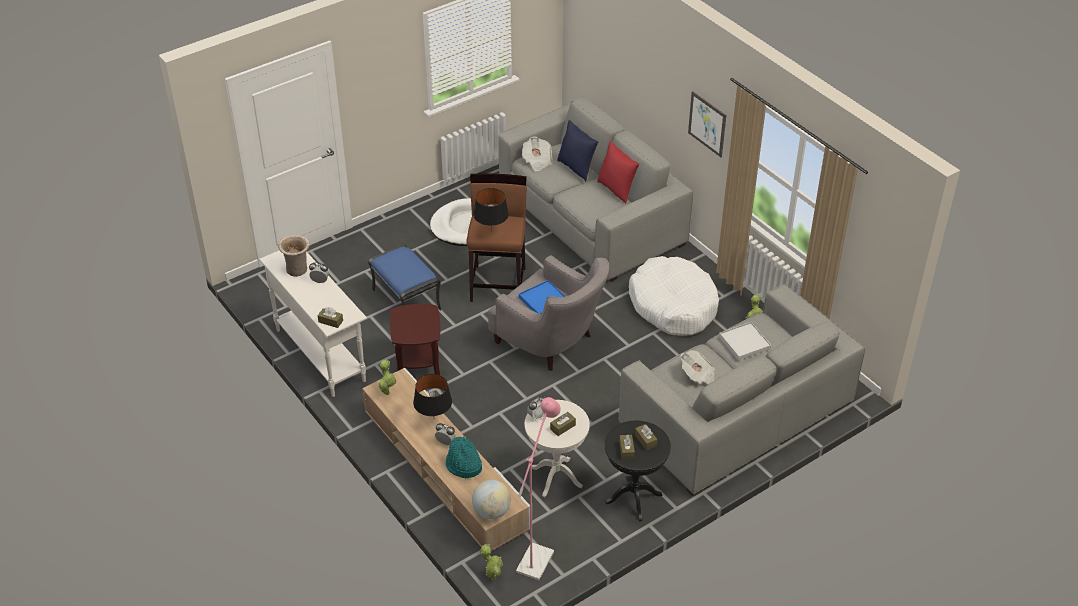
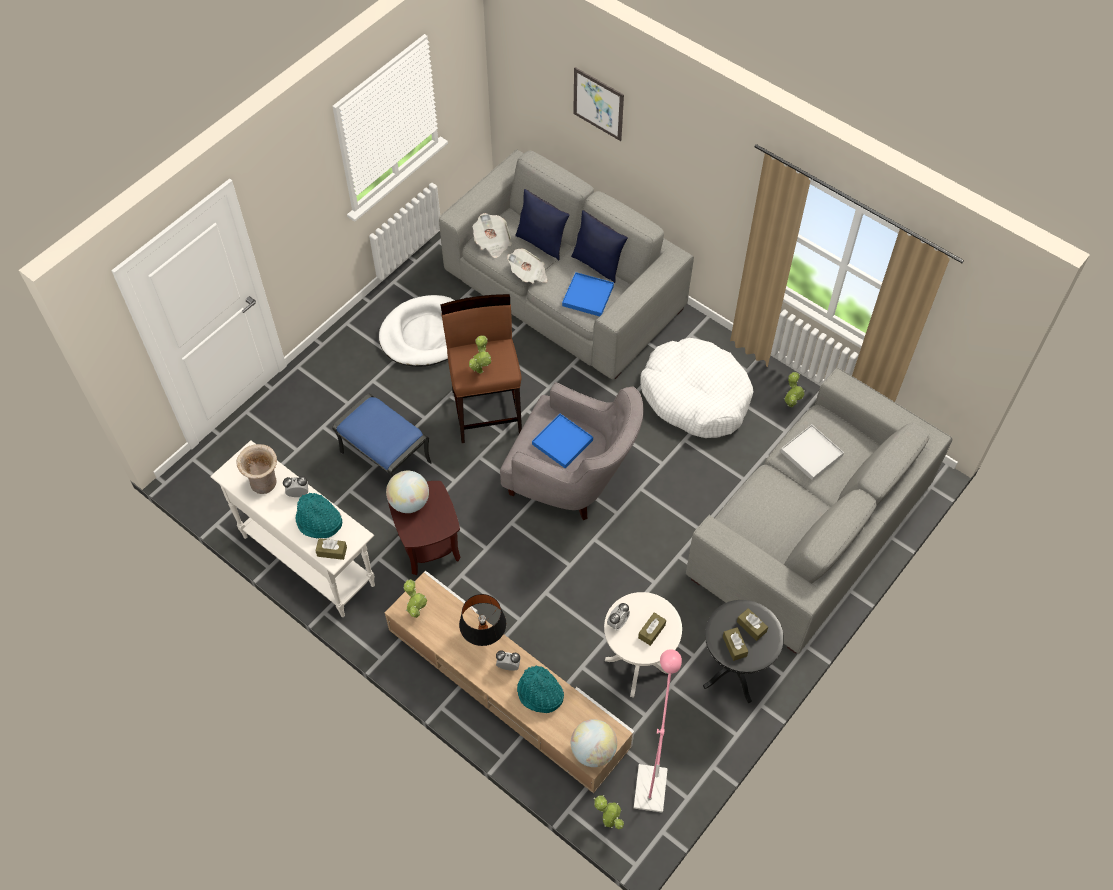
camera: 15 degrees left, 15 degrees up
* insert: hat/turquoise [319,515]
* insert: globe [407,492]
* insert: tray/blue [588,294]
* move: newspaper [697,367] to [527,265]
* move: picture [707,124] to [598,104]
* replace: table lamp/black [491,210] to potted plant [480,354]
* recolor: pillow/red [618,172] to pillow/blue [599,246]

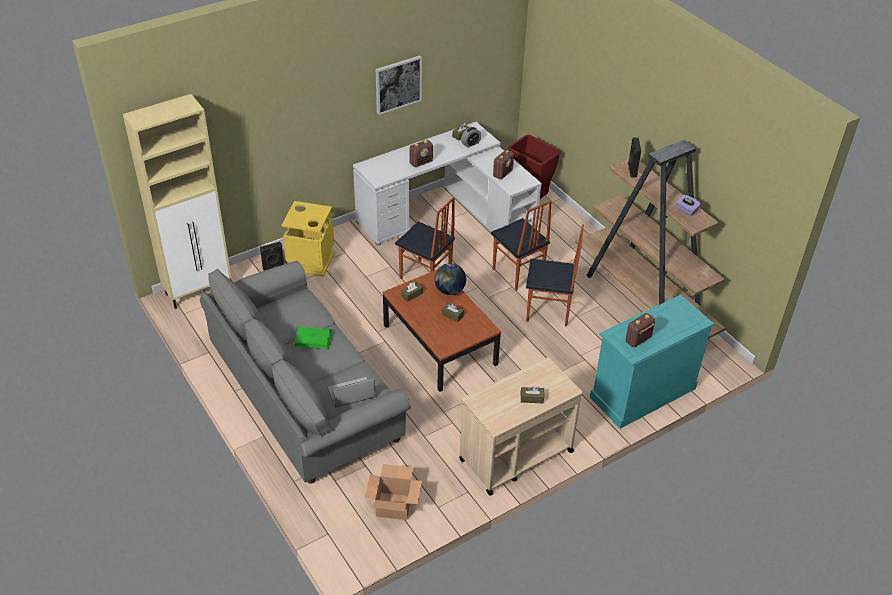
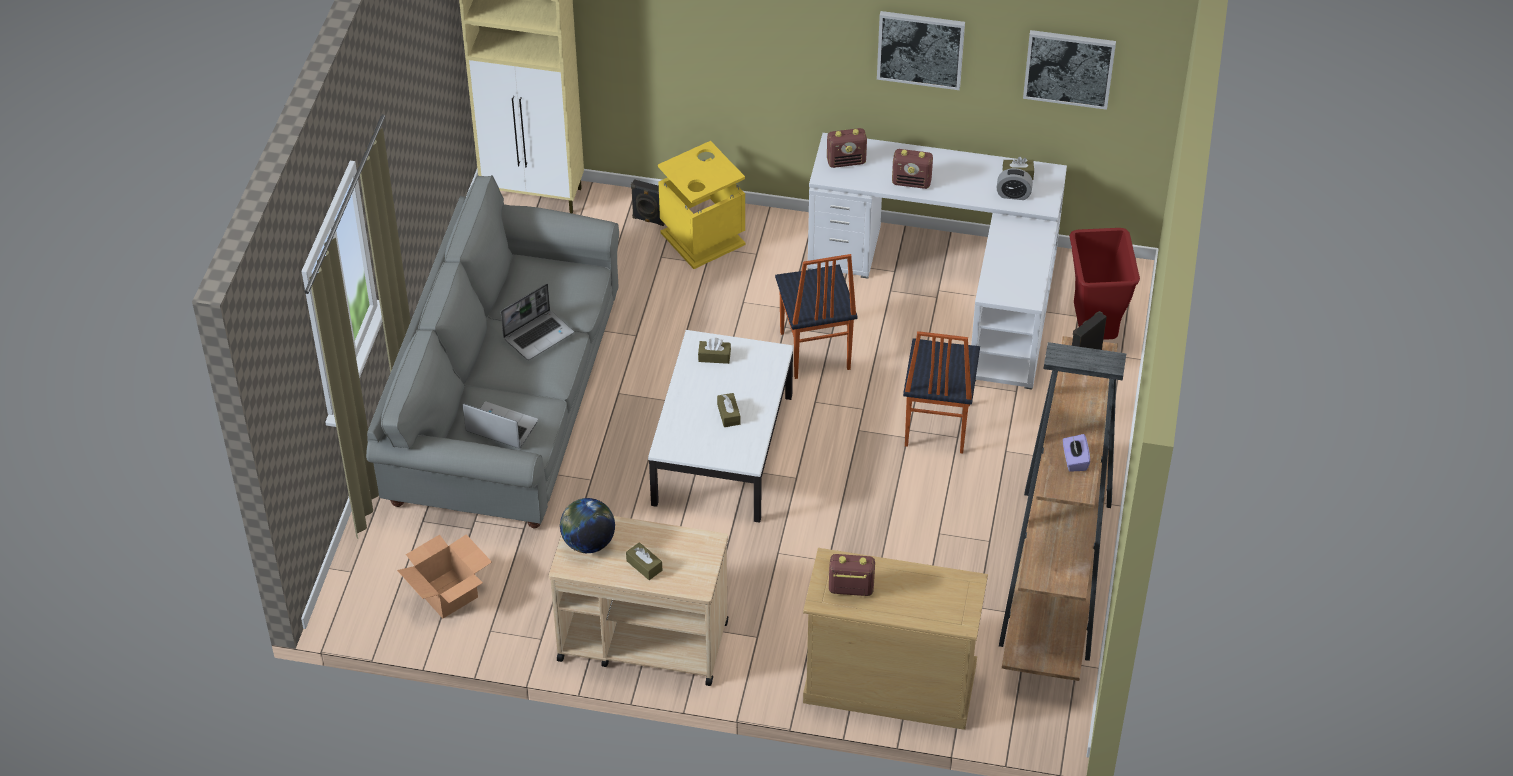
camera: 45 degrees right, 5 degrees up
* delete: chair [555,275]
* insert: picture [1069,70]
* move: globe [450,279] to [587,525]
* move: radio [503,164] to [847,148]
* replace: book/green [312,338] to laptop [537,322]
* recolor: coffee table/brown [441,330] to coffee table/white [721,426]
* recolor: dresser/turquoise [652,362] to dresser/beige [895,639]

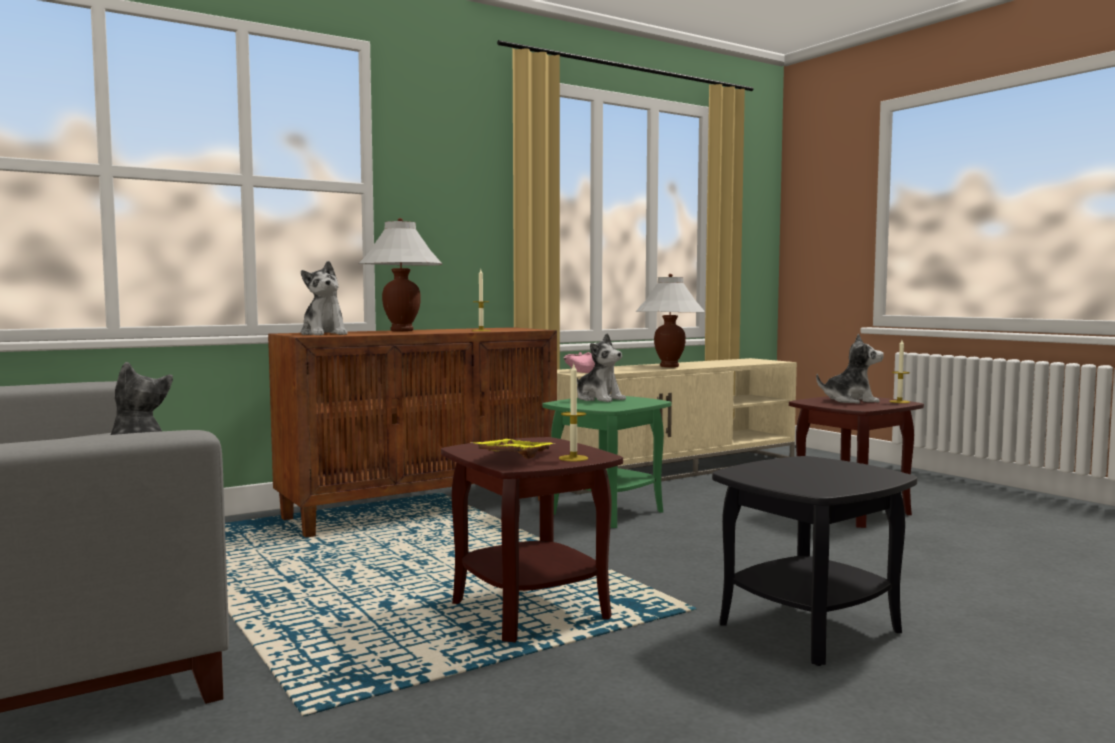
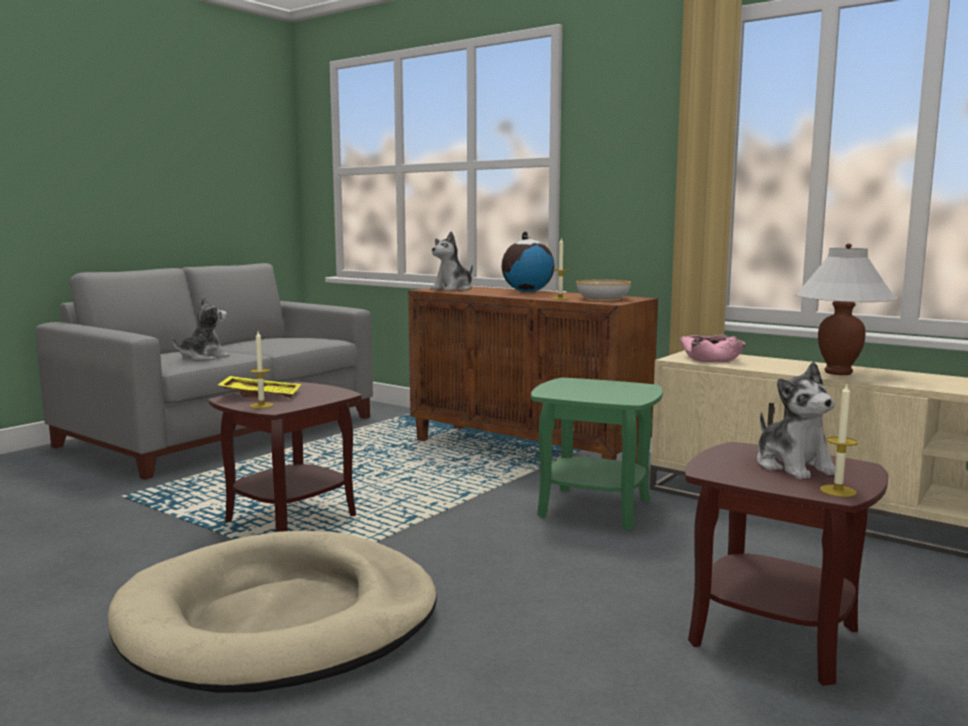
camera: 70 degrees right, 5 degrees up
* delete: plush toy [601,367]
* insert: bowl [603,290]
* replace: table lamp/white [400,275] to globe [528,262]
* replace: side table/black [814,561] to dog bed/beige [272,612]

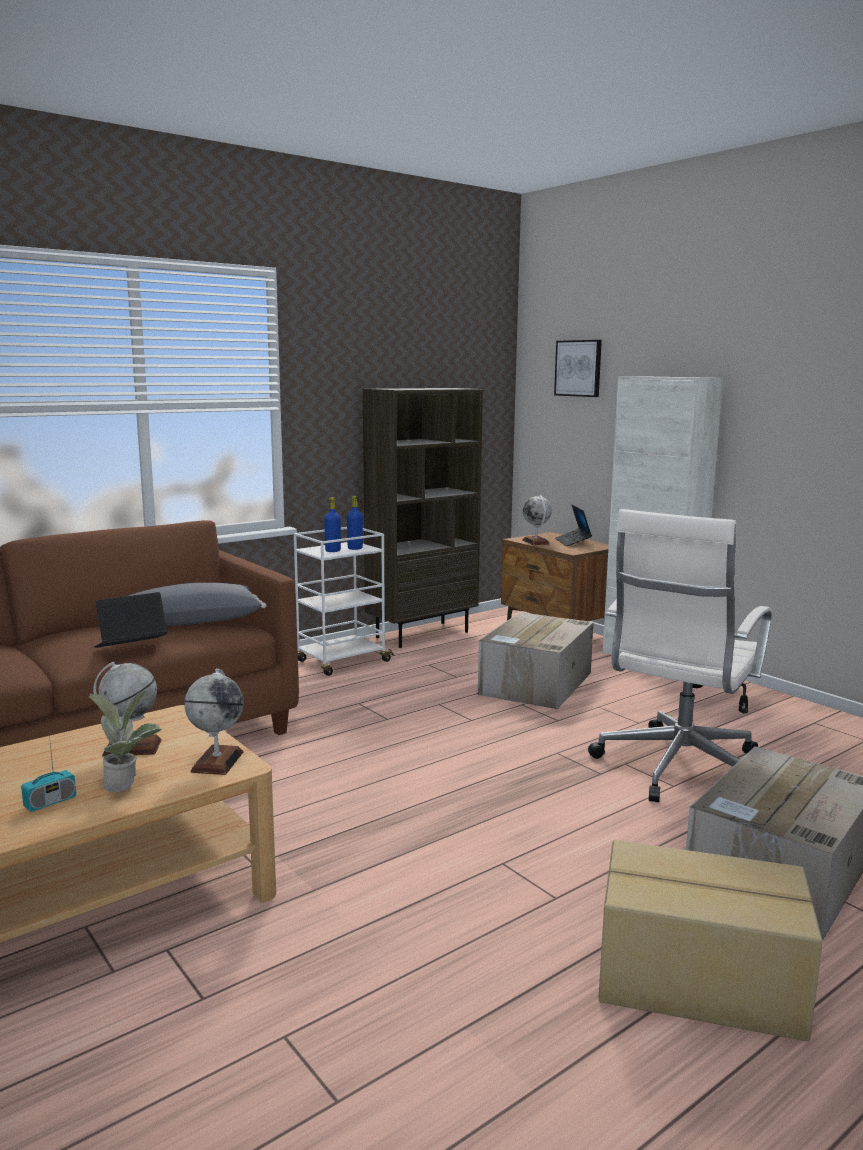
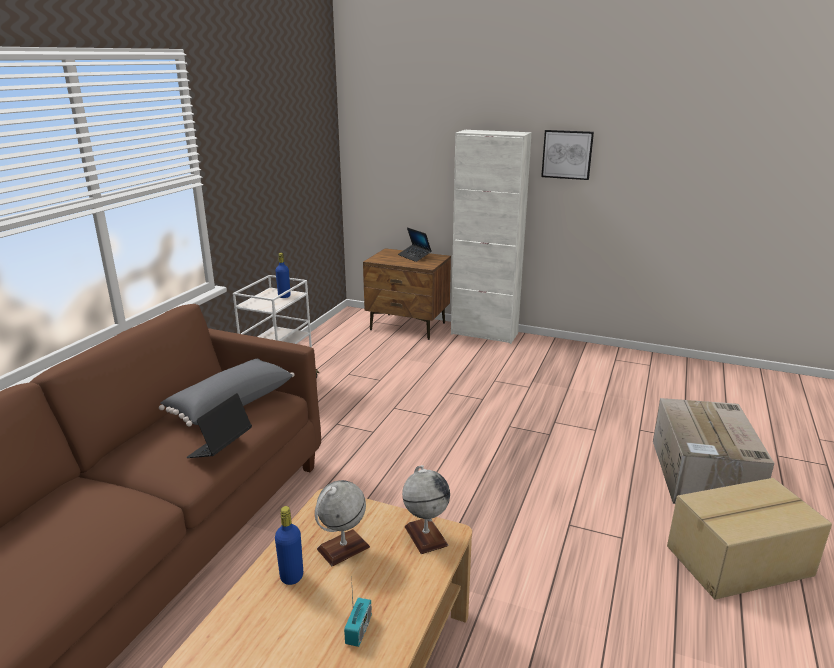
camera: 30 degrees left, 10 degrees up
* delete: potted plant [125,741]
* delete: bookcase/brown [423,518]
* delete: cardboard box [536,660]
* delete: globe [537,520]
* delete: office chair/white [680,655]
* move: bottle/blue [332,524] to [289,545]
* move: picture [578,368] to [567,155]

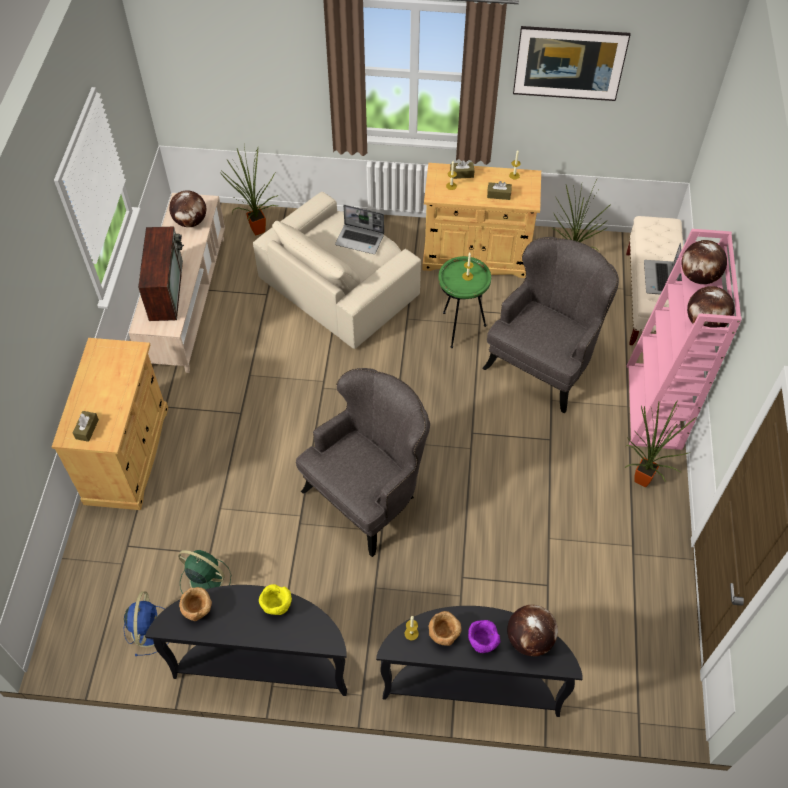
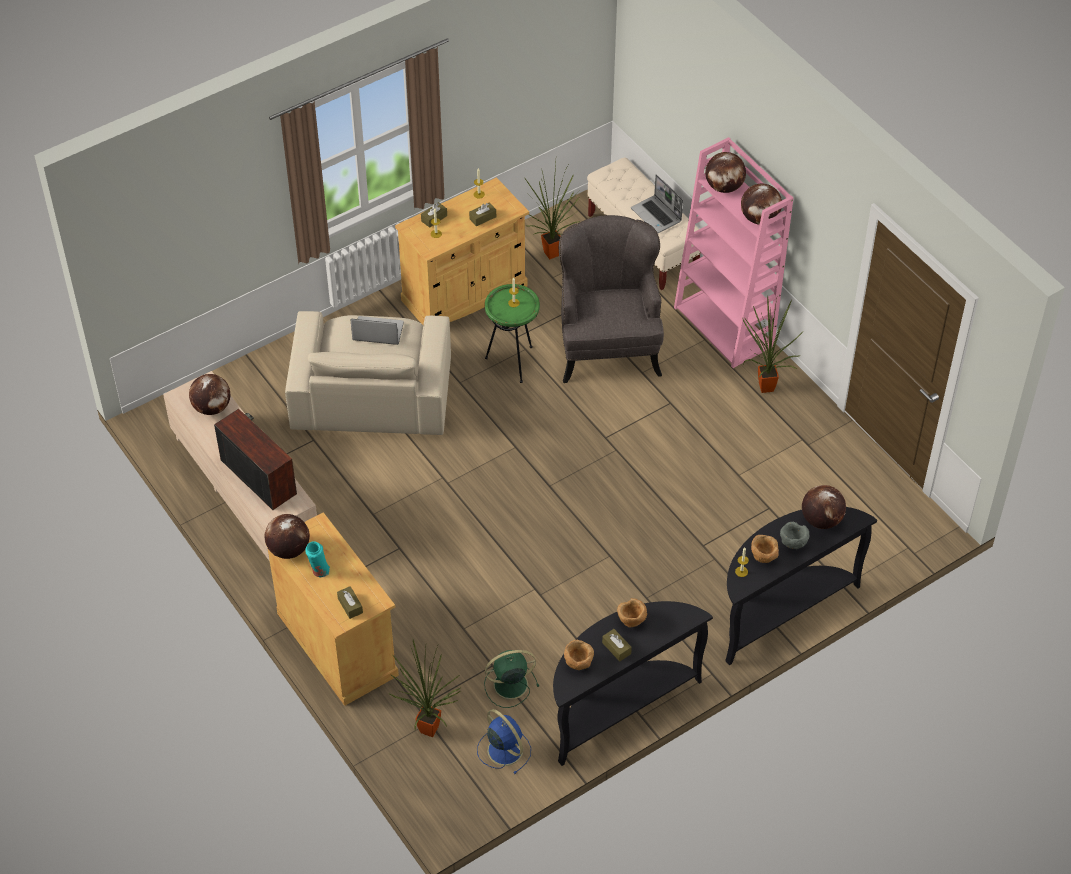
camera: 40 degrees left, 5 degrees down
* delete: armchair/grey [363,462]
* delete: picture [572,63]
* insert: globe [287,536]
* insert: vase/turquoise [317,559]
* insert: tissue box/brown [617,645]
* move: potted plant [250,190] to [424,688]
* recolor: bowl/yellow [275,599] to bowl/brown [632,613]
* recolor: bowl/purple [484,636] to bowl/grey [794,535]
* rotate: laptop [359,229] = [377,330] 150 degrees counterclockwise

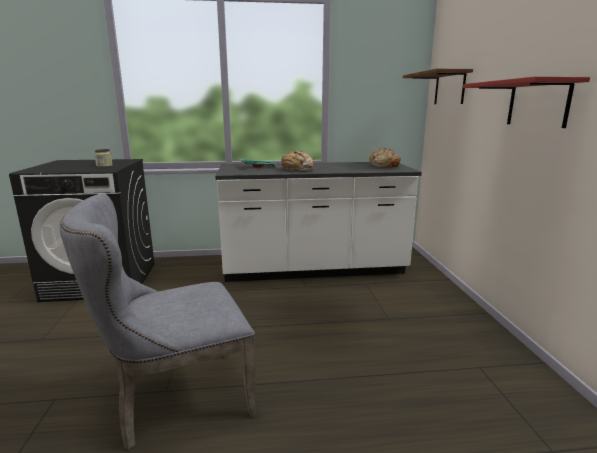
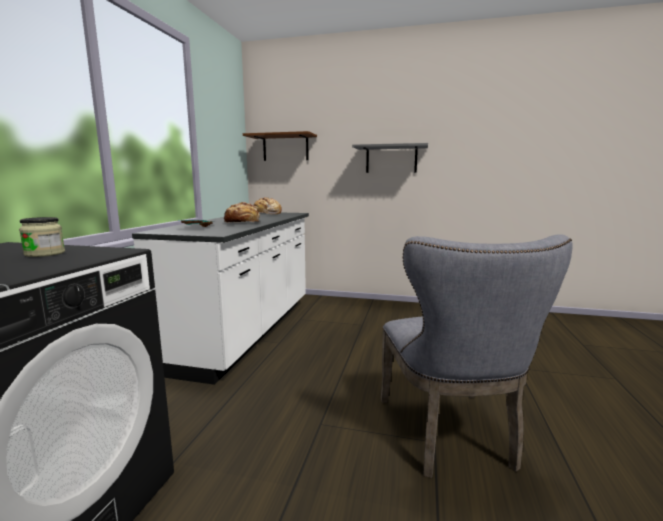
camera: 70 degrees left, 5 degrees down
* recolor: shelf/red [526,102] to shelf/grey [390,158]

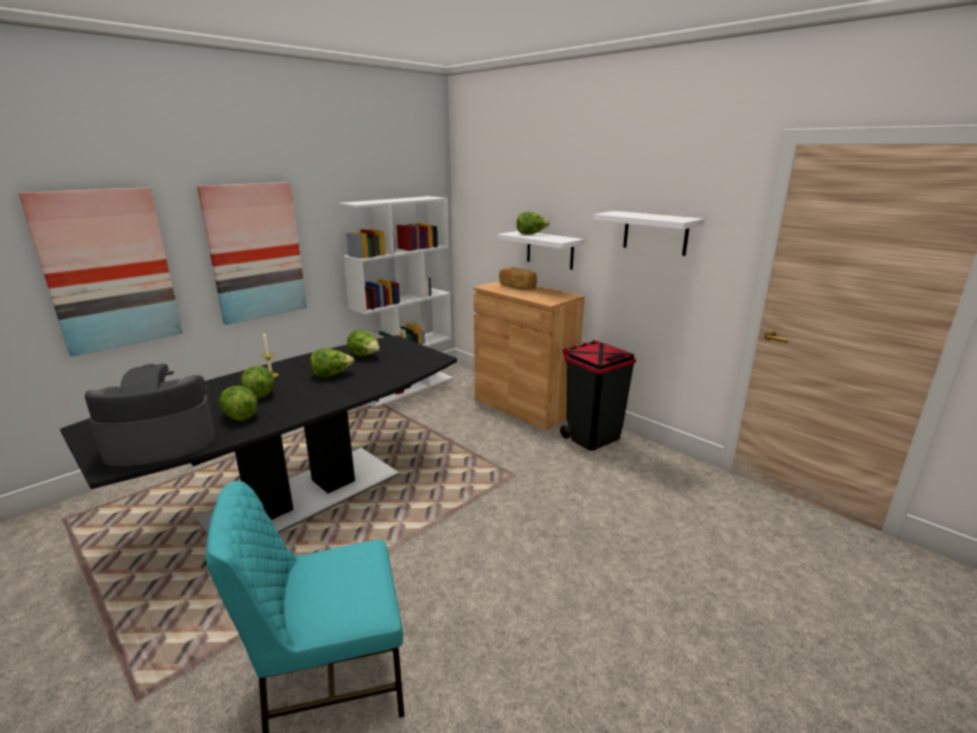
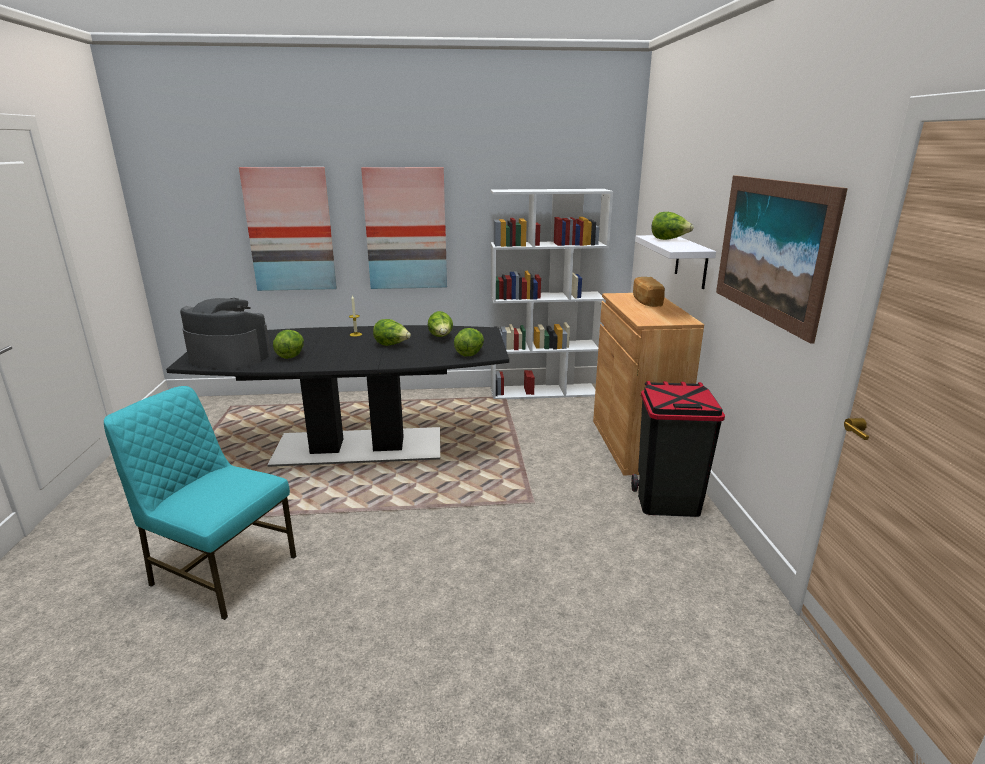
camera: 40 degrees right, 0 degrees up
* move: lettuce [257,382] to [469,342]
* replace: shelf/white [648,233] to picture [782,259]

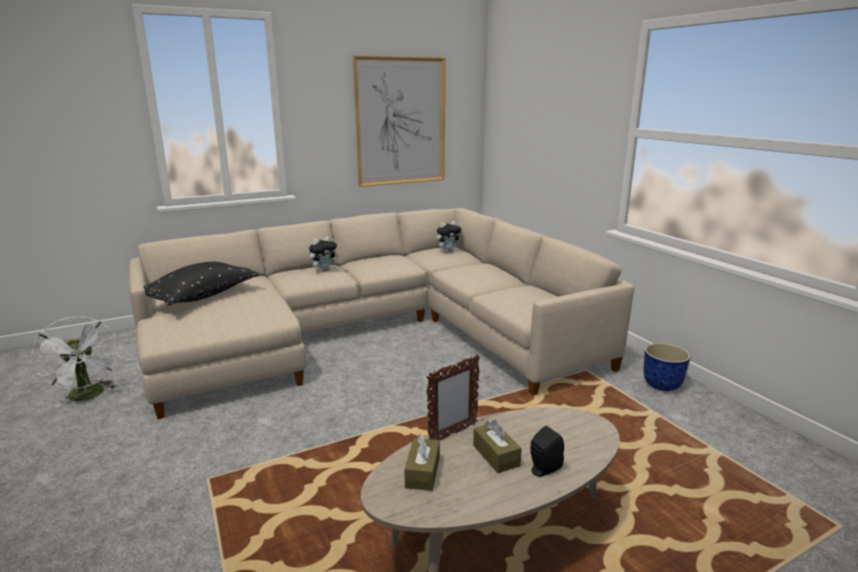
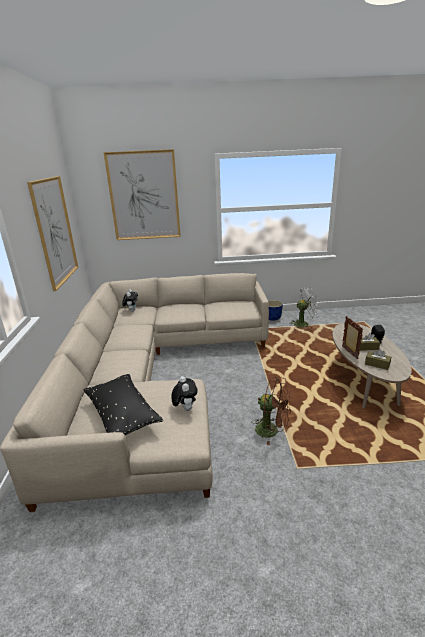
camera: 65 degrees left, 5 degrees up
* insert: picture [142,194]
* insert: fan/brown [271,411]
* move: fan/white [75,362] to [304,307]
* move: plush toy [324,254] to [184,393]

